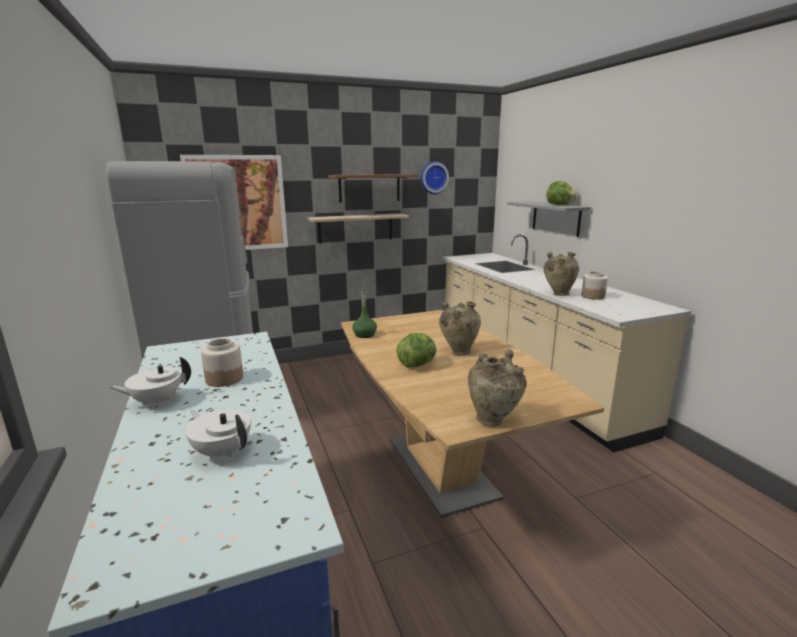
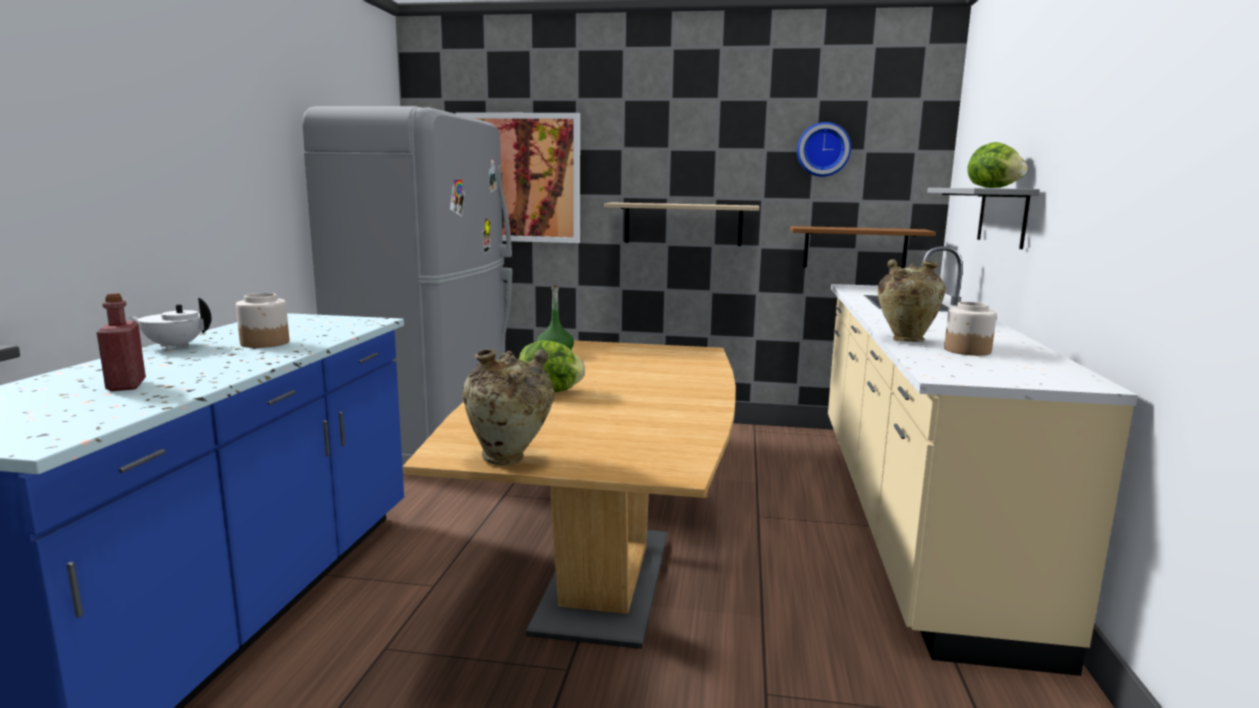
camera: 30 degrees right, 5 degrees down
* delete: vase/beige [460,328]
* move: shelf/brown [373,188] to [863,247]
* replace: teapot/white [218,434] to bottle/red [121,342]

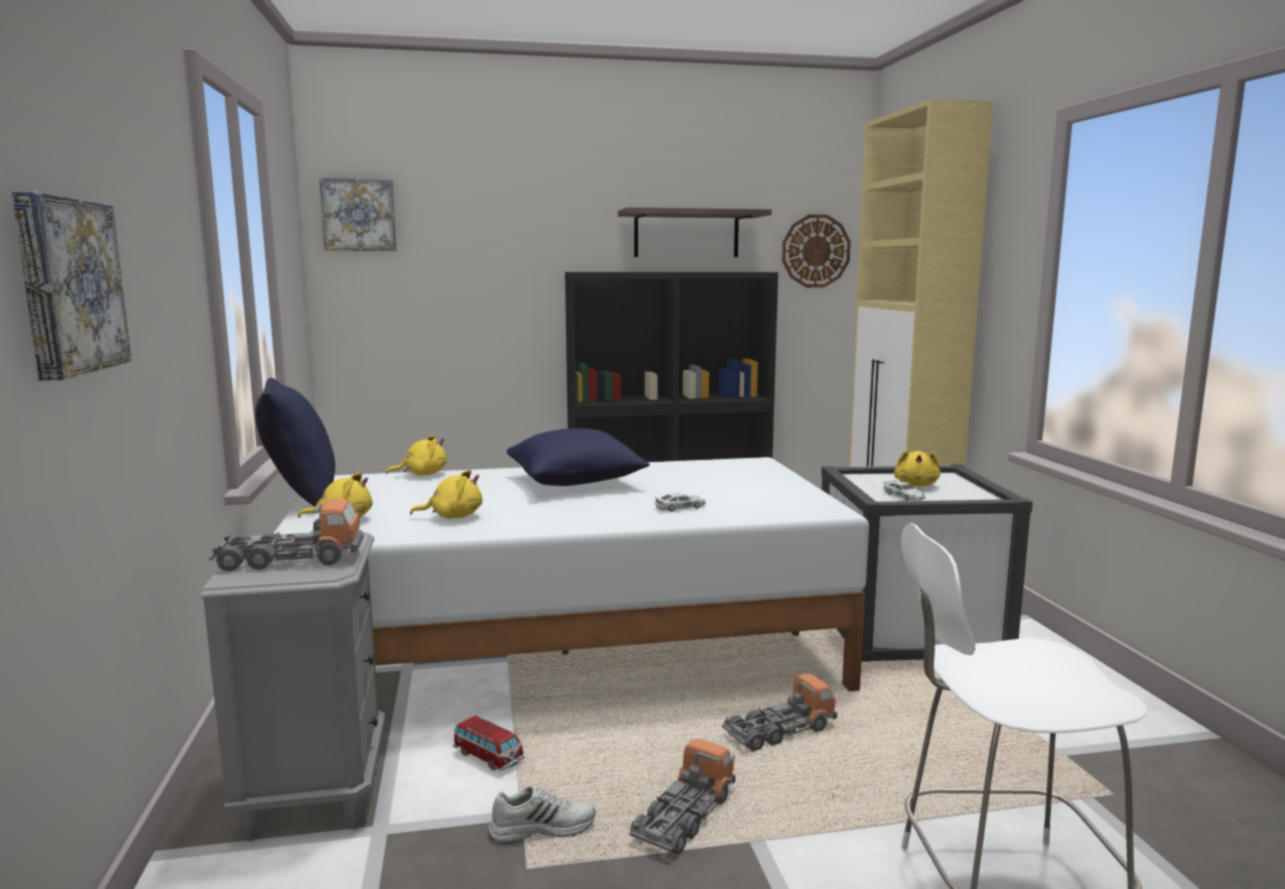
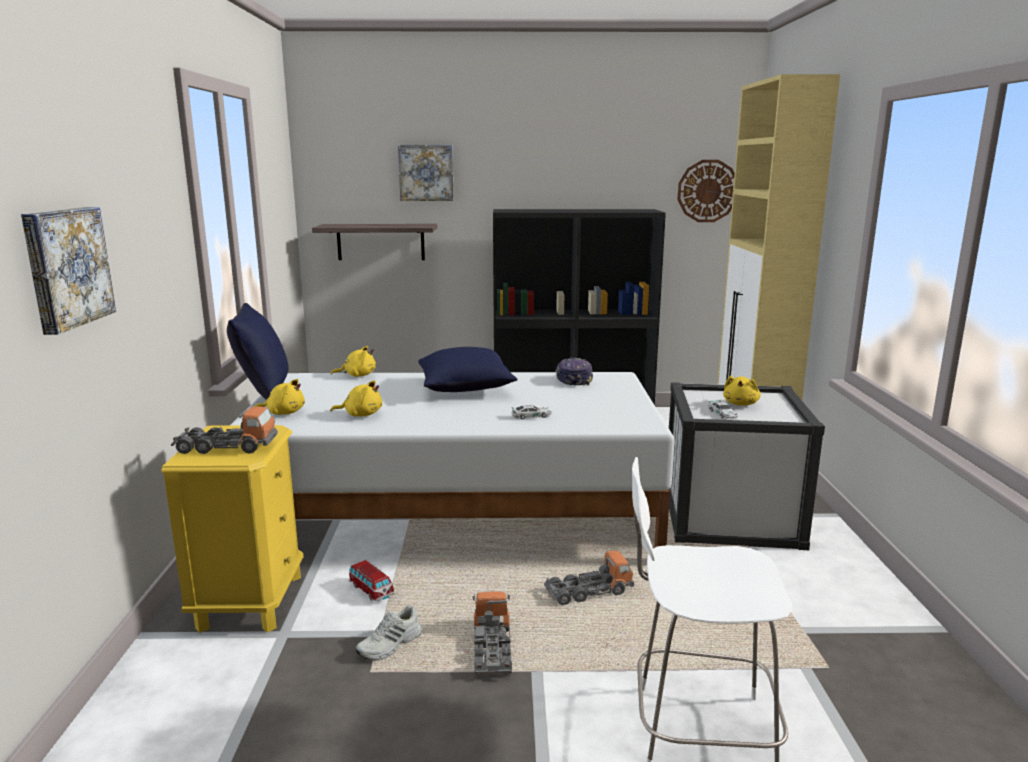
camera: 10 degrees right, 5 degrees up
* insert: cap [574,372]
* move: picture [358,214] to [426,173]
* move: shelf [695,232] to [374,242]
* recolor: nightstand/grey [293,687] to nightstand/yellow [232,529]
* rotate: shoe/white [541,814] = [389,632] 135 degrees clockwise
* rotate: toy truck [682,796] = [492,632] 45 degrees counterclockwise

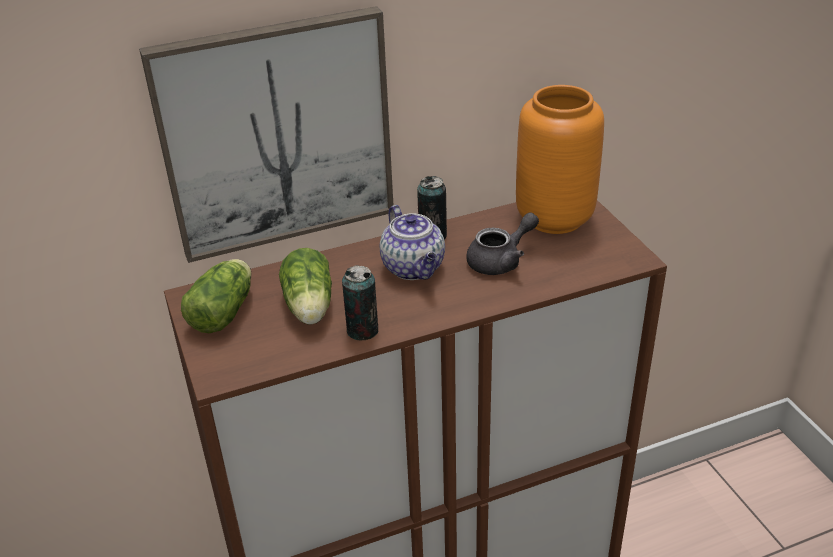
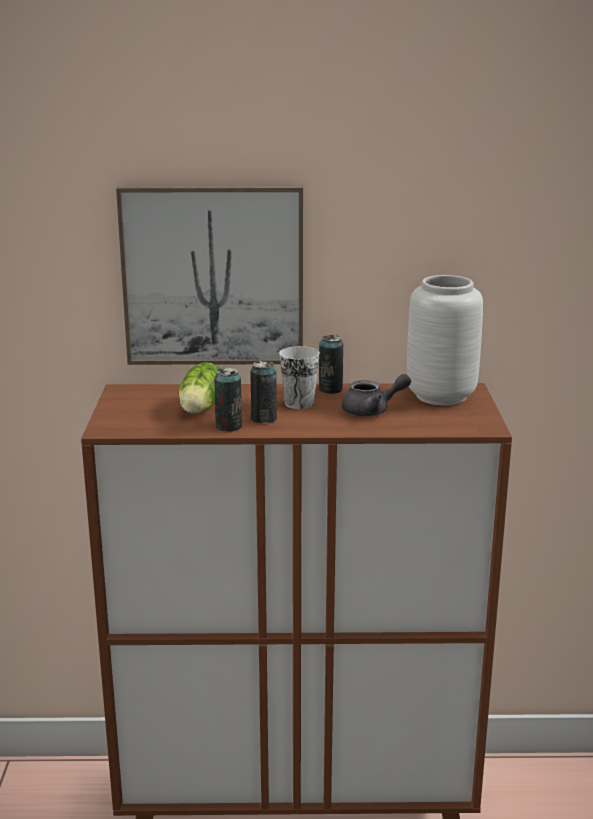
camera: 20 degrees right, 15 degrees down
* delete: lettuce [216,296]
* insert: can [263,392]
* replace: teapot [412,242] to cup [299,377]
* recolor: vase/orange [560,159] to vase/grey [445,340]

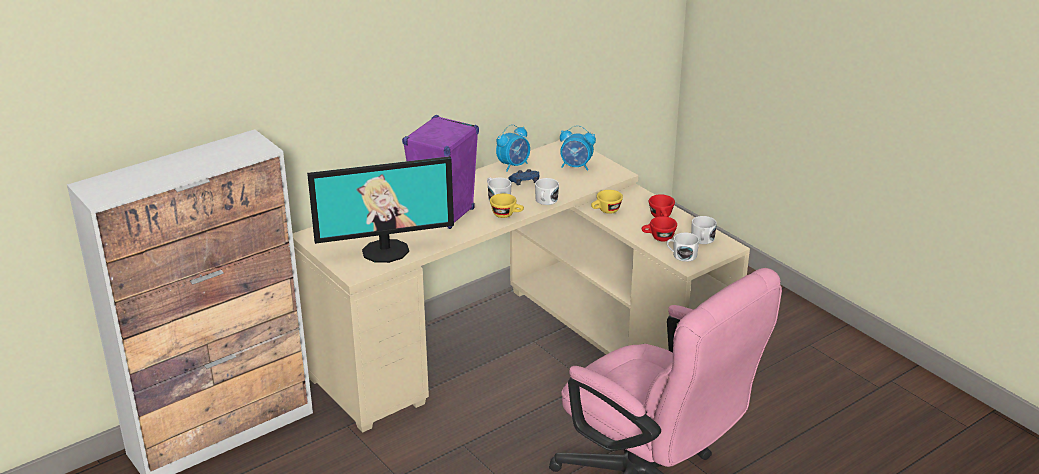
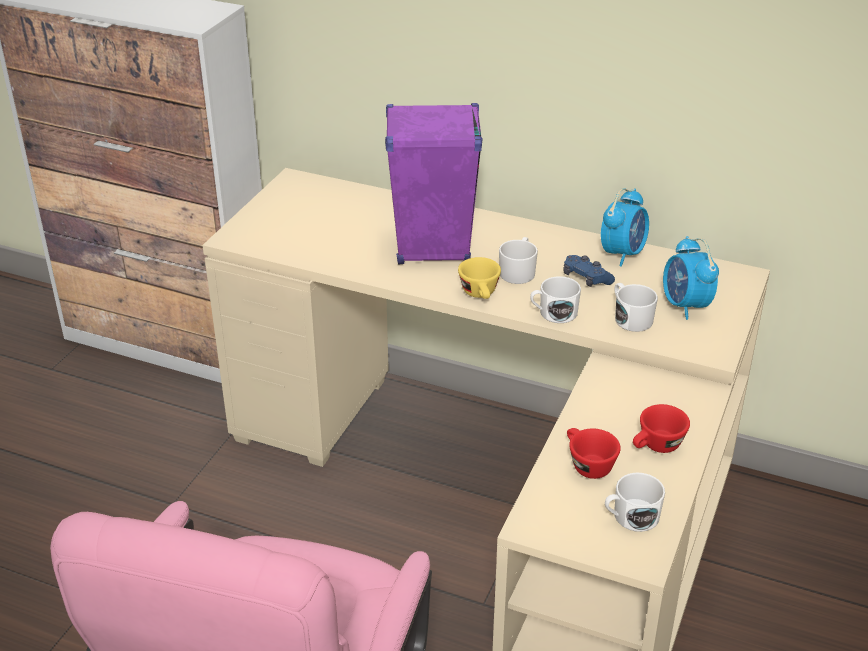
camera: 60 degrees right, 5 degrees up
* delete: monitor [380,209]
* delete: cup/yellow [607,202]
* move: mug/white [683,247] to [636,307]
* rotate: alarm clock [513,148] = [625,227] 75 degrees counterclockwise

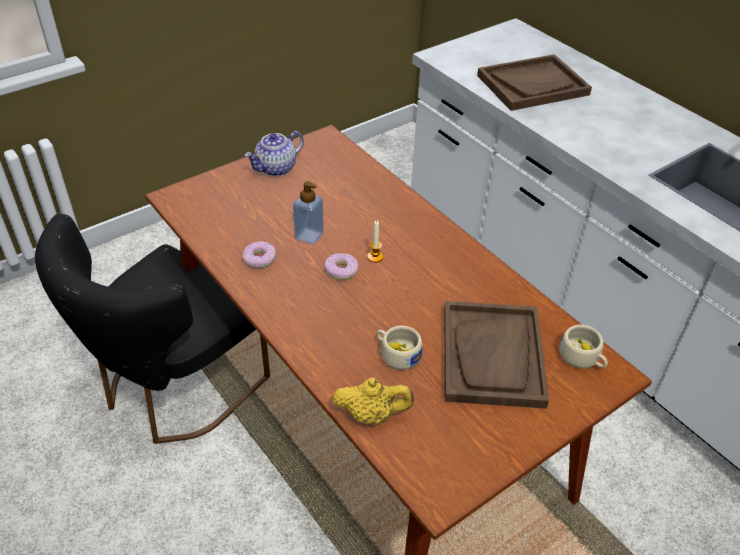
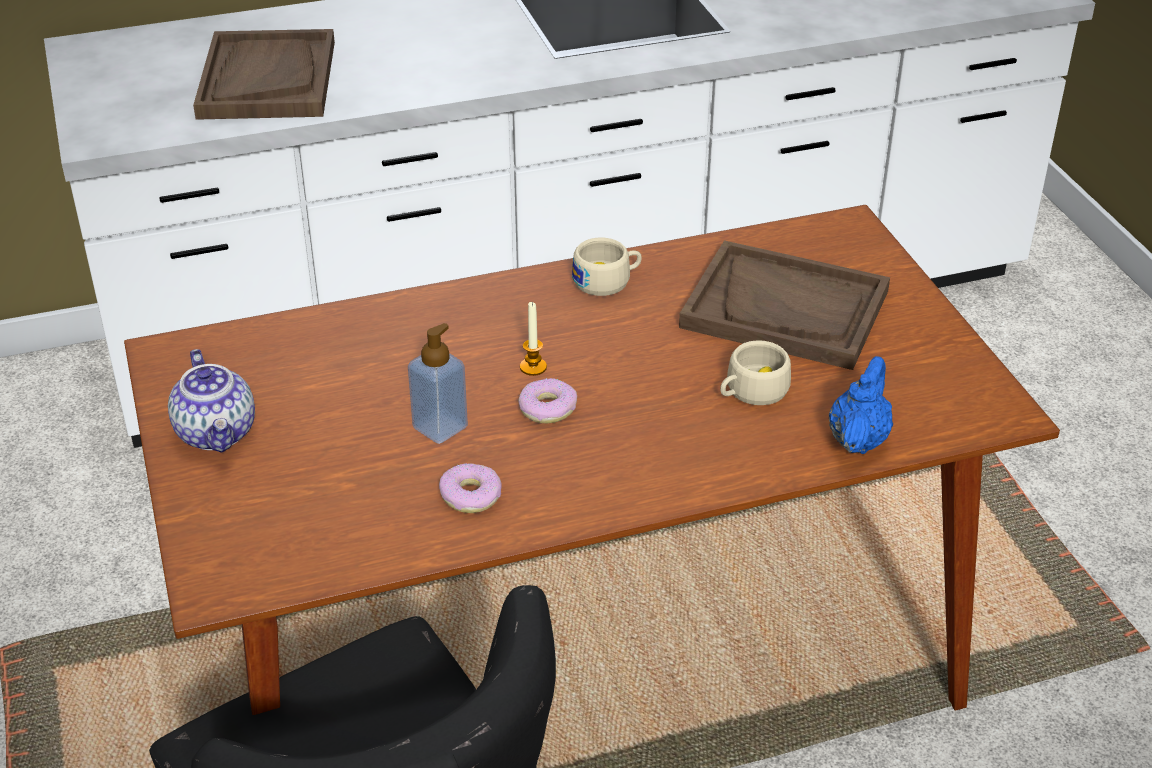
camera: 70 degrees left, 5 degrees down
* move: cup/beige [583,347] to [607,267]
* recolor: teapot/yellow [373,401] to teapot/blue [861,405]

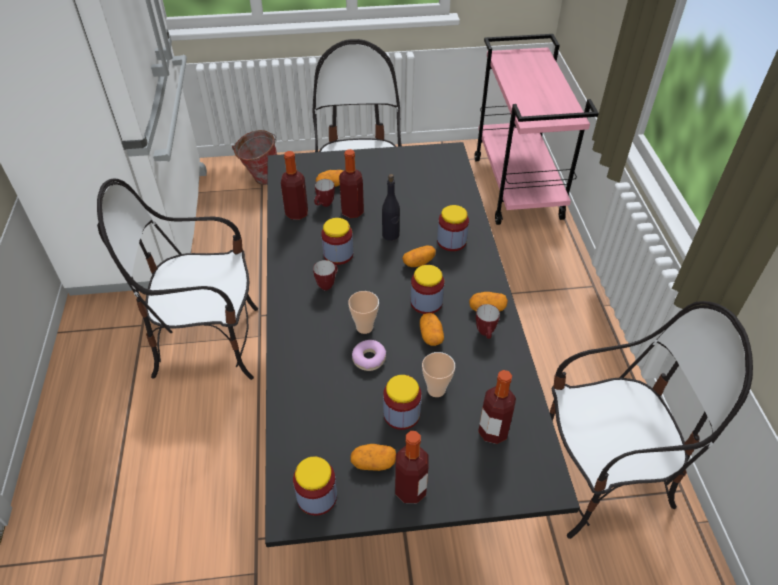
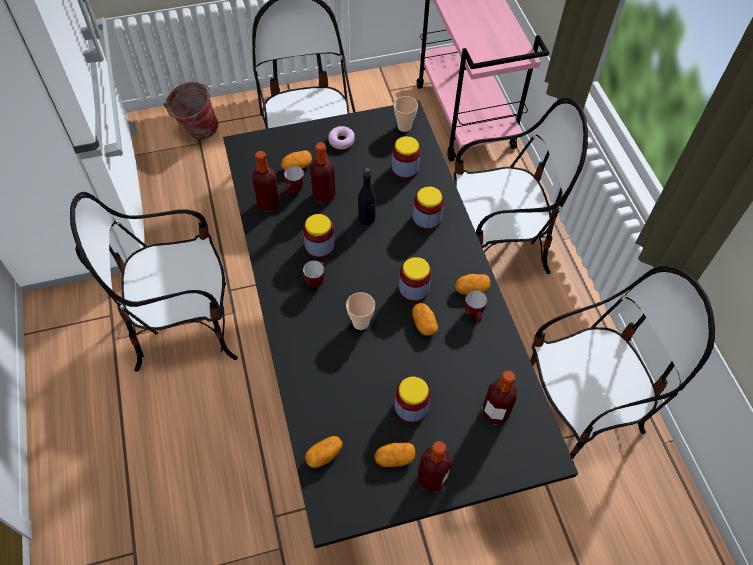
camera: 10 degrees left, 10 degrees up
* insert: chair [521,186]
* move: jar [315,486] to [406,157]
* move: donut [369,355] to [341,137]
* move: potato [419,256] to [323,452]
* move: cup [438,374] to [406,114]

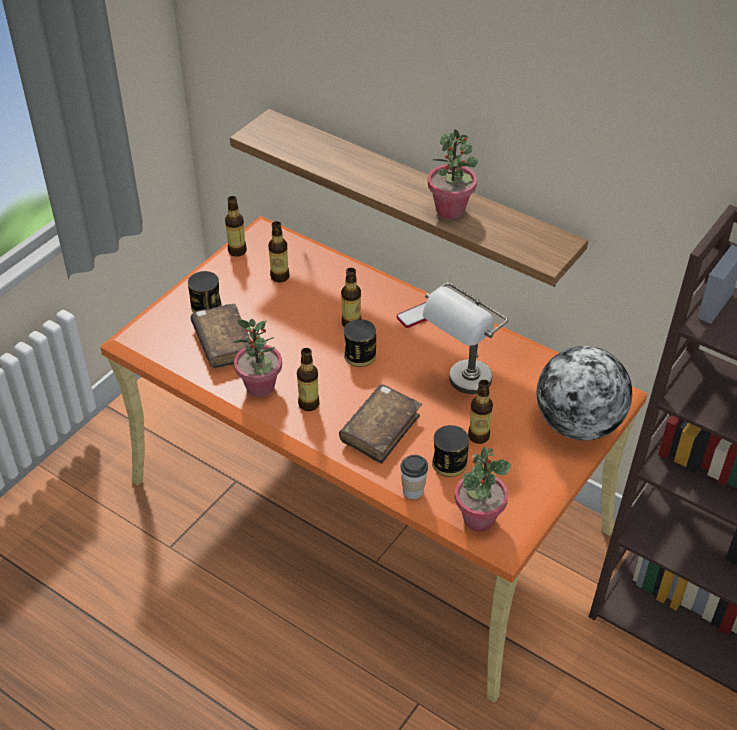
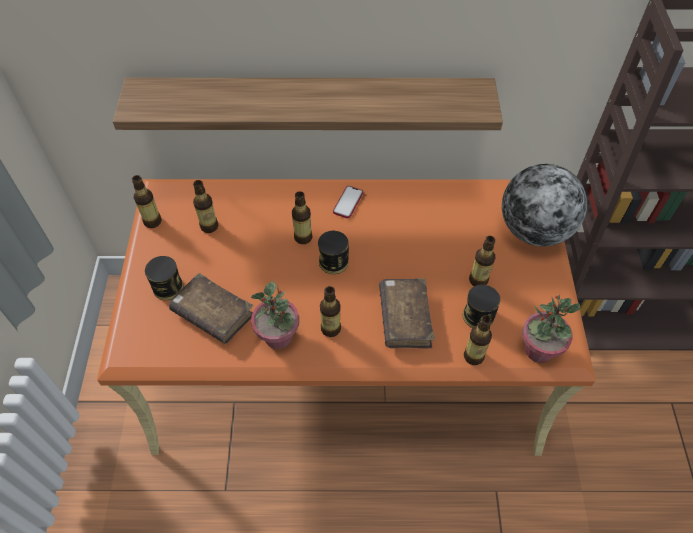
camera: 35 degrees left, 10 degrees up
* delete: table lamp/grey [465,338]
* delete: potted plant [453,174]
* replace: cup [414,477] to bottle [478,340]

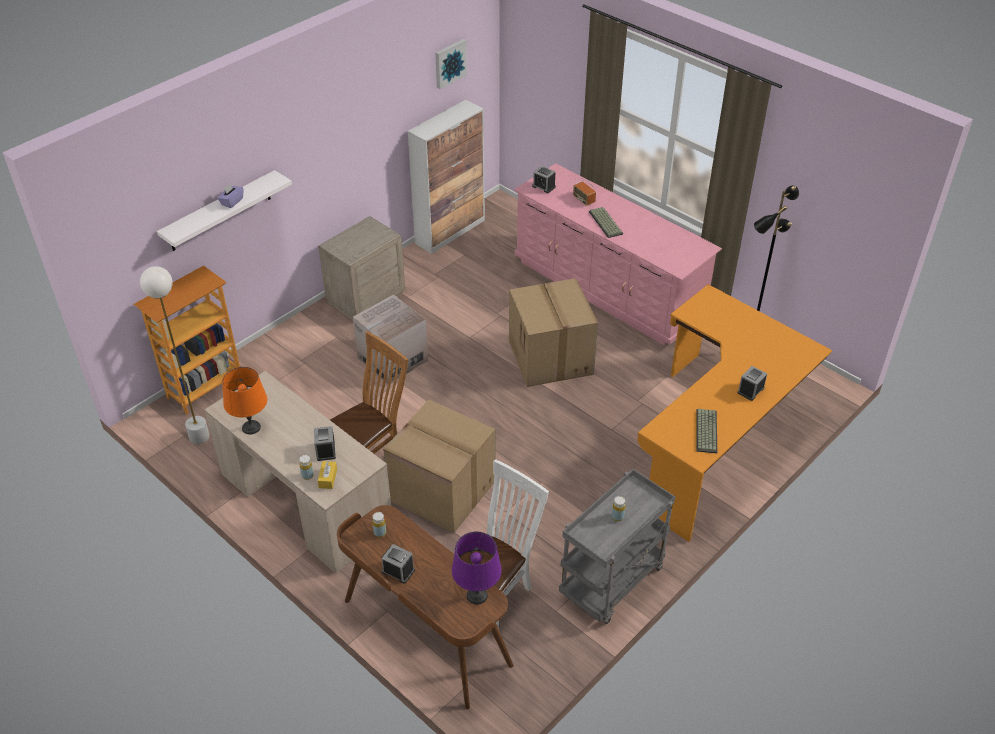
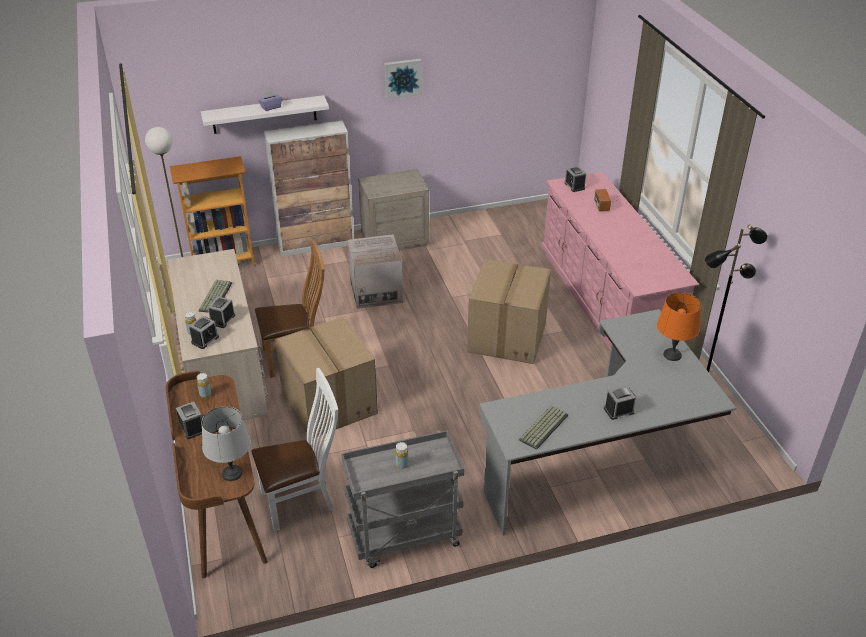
camera: 30 degrees right, 5 degrees down
* move: table lamp/orange [244,401] to [679,326]
* move: cabinet [446,177] to [309,189]
* move: picture [451,64] to [403,79]
* move: keyboard [606,222] to [215,296]
* replace: tissue box/yellow [327,475] to alarm clock [204,332]
* recolor: table lamp/purple [477,568] to table lamp/grey [226,443]
* recolor: desk/orange [734,413] to desk/grey [608,422]

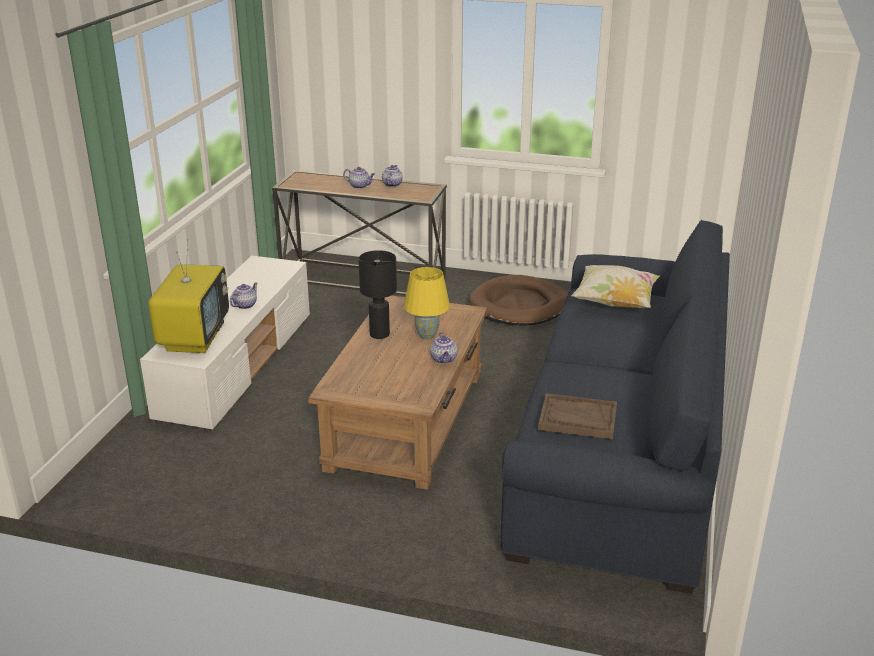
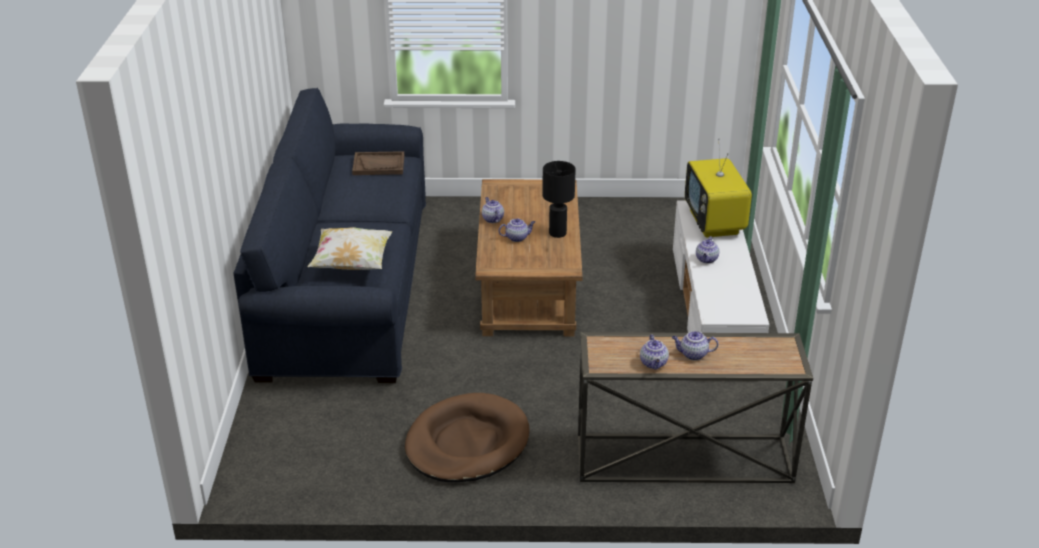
camera: 165 degrees right, 5 degrees up
* replace: table lamp/yellow [427,303] to teapot [517,230]

